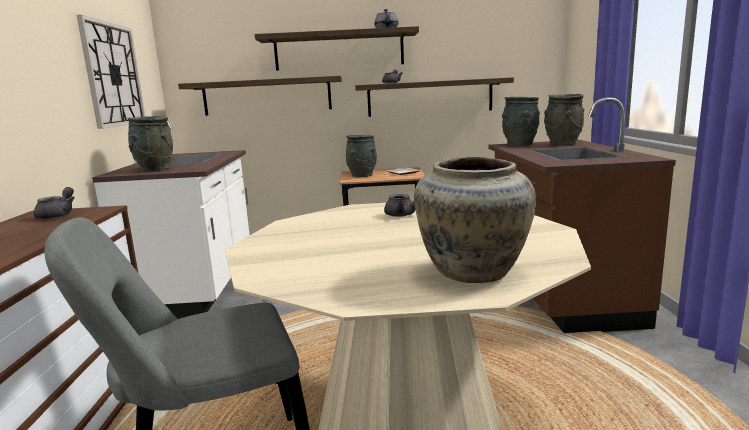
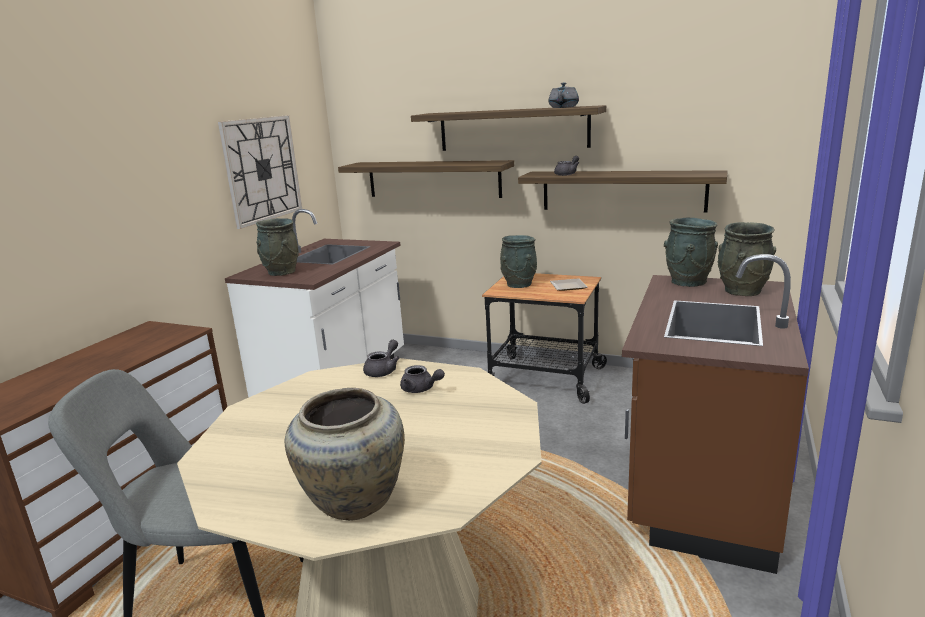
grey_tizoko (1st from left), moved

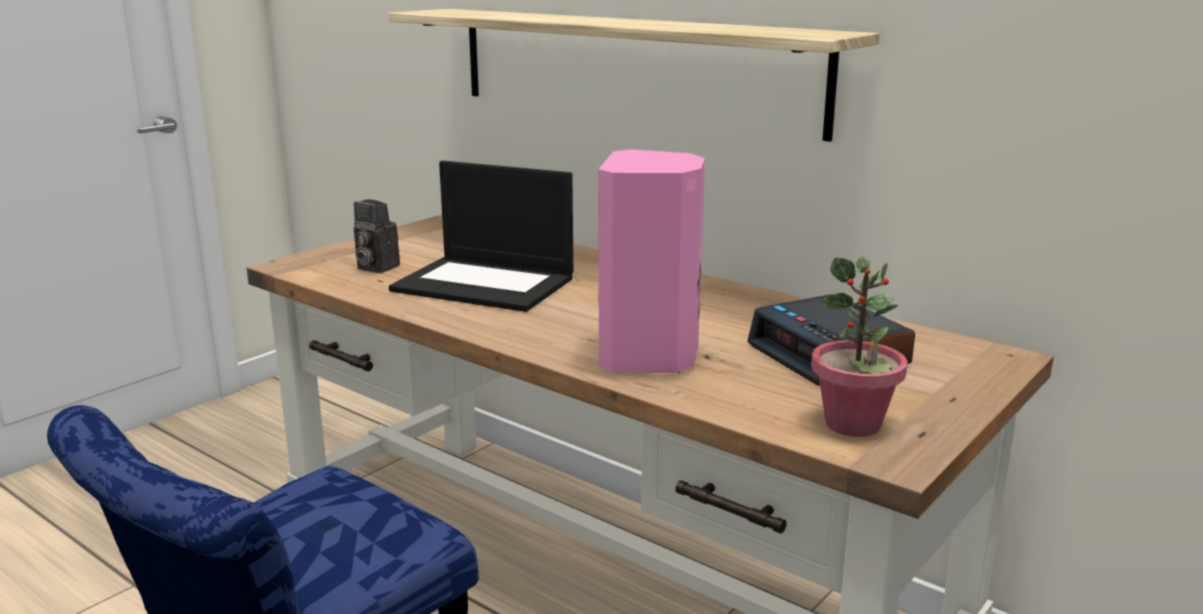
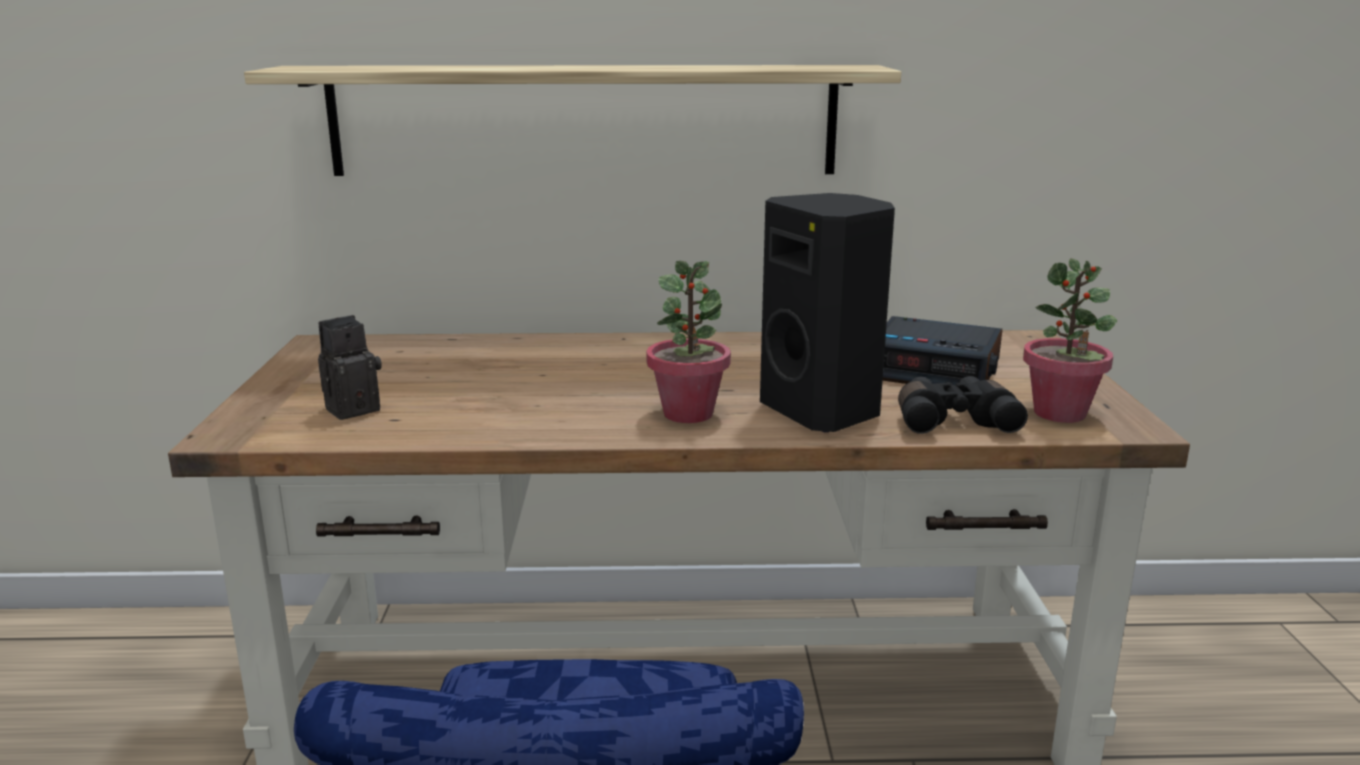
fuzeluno -> none
none -> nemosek (1st from left)
none -> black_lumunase
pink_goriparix -> black_goriparix
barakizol, 150 degrees clockwise

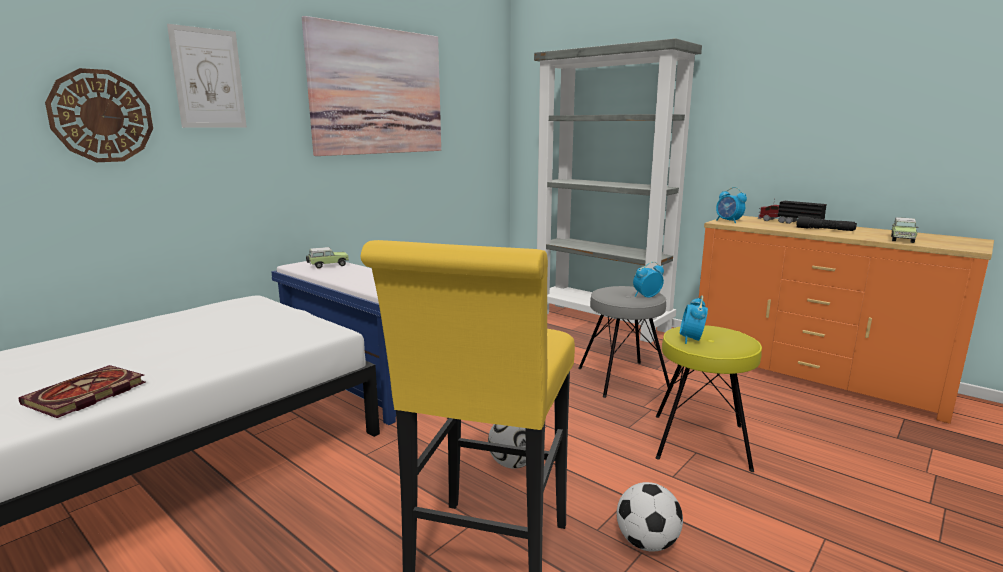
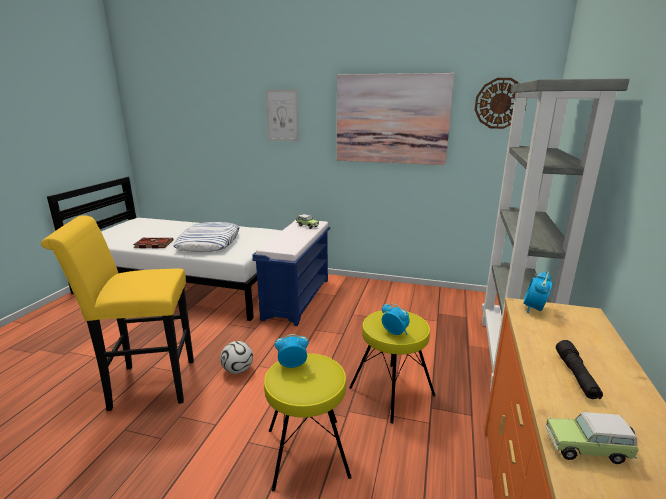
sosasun (2nd from left) -> none
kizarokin -> none
none -> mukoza
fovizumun, moved
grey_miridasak -> yellow_miridasak (3rd from left)

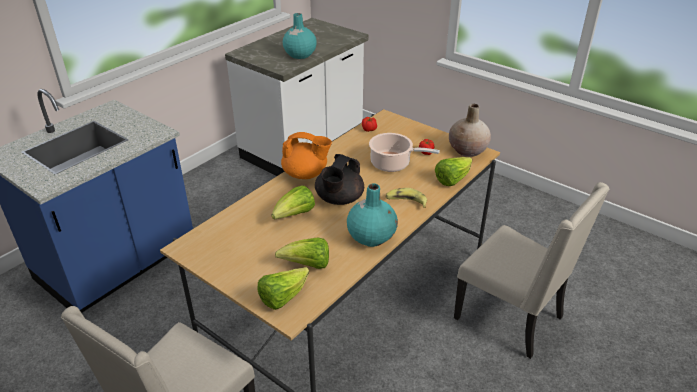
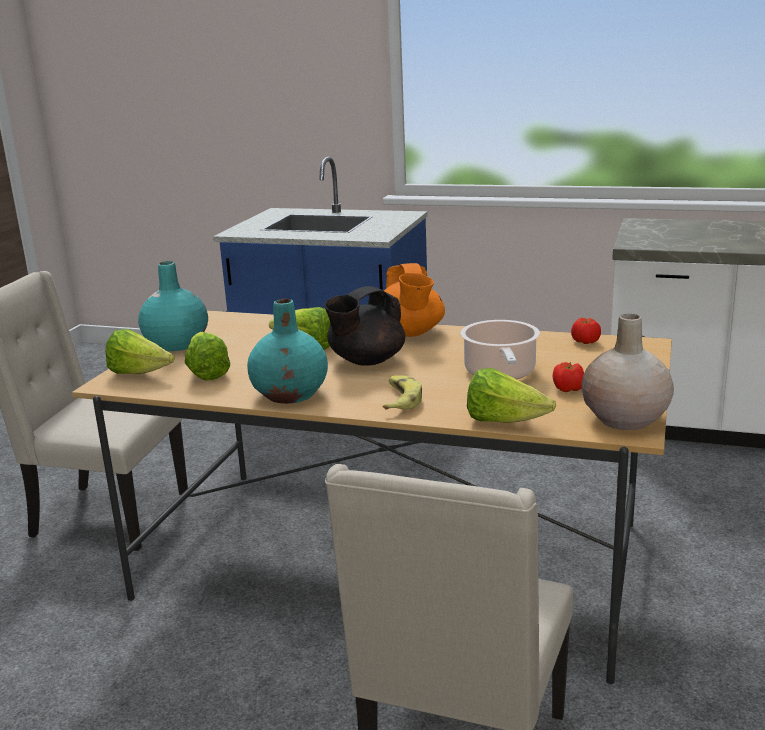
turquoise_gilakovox (1st from left), moved
black_tizoko, 45 degrees counterclockwise

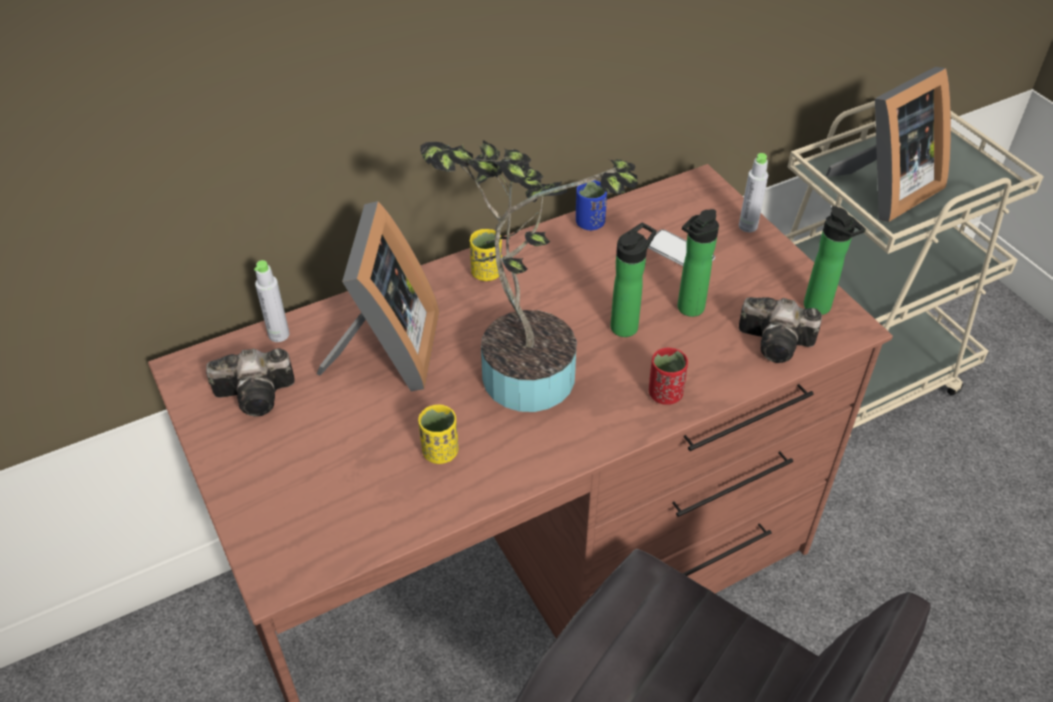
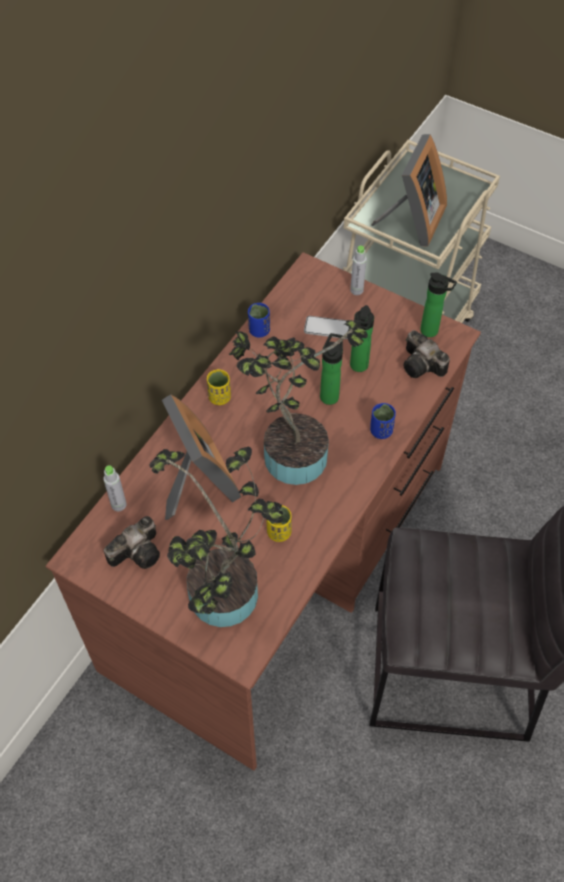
none -> nemosek (1st from left)
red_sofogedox -> blue_sofogedox (2nd from left)
barakizol (2nd from left), 60 degrees clockwise

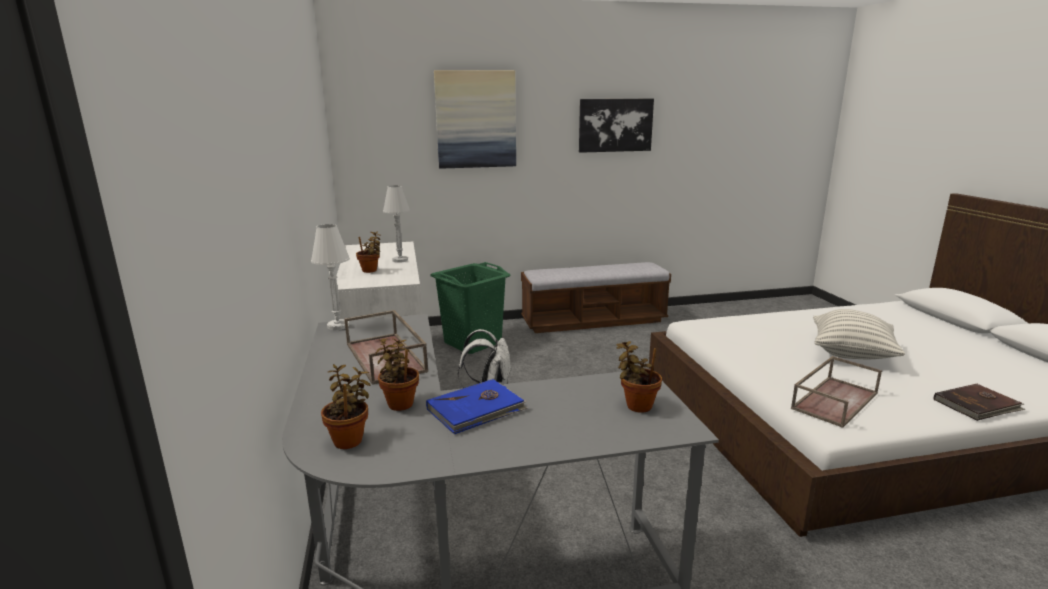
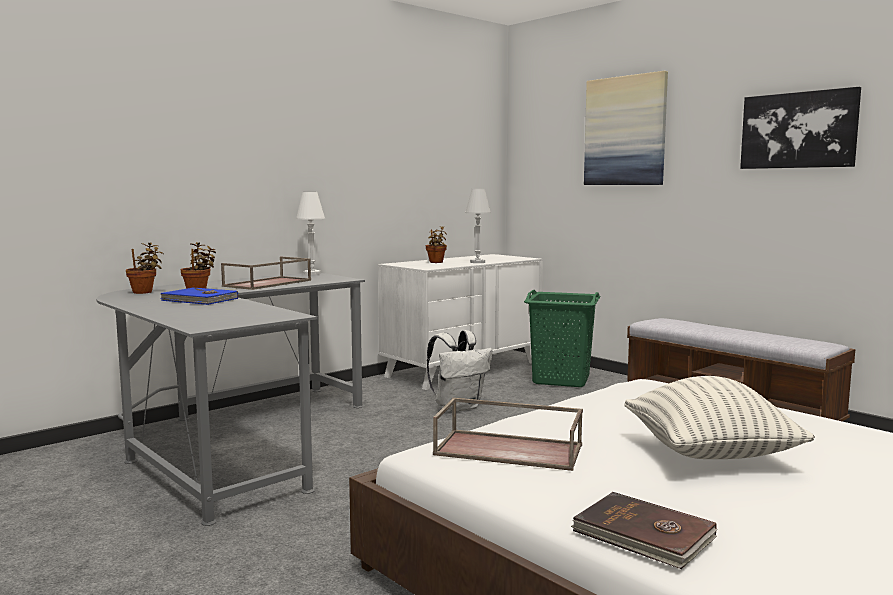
nemosek (4th from left) -> none

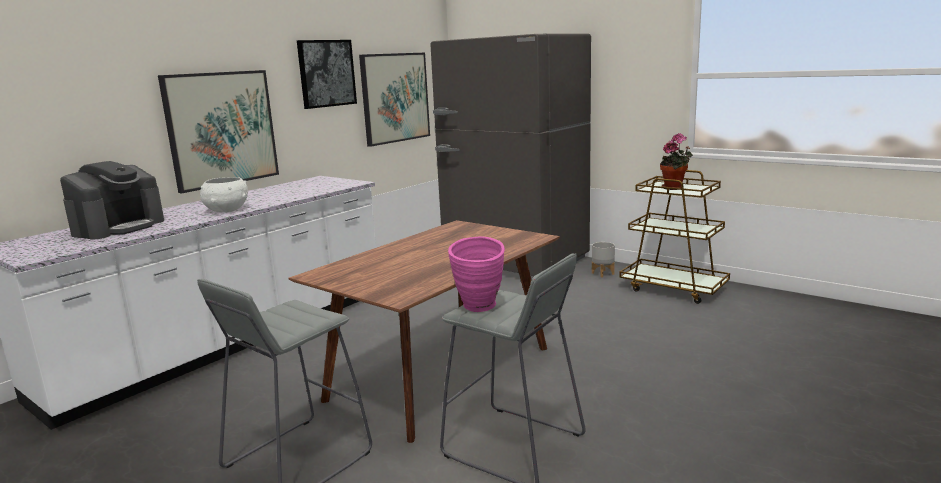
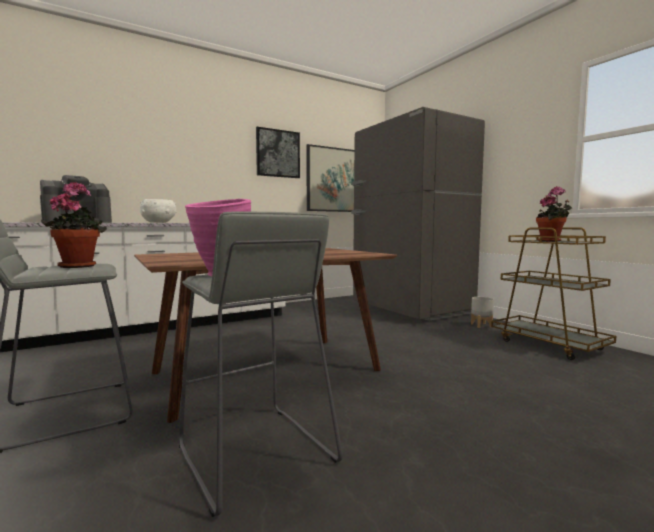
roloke (1st from left) -> none
none -> nemosek (1st from left)

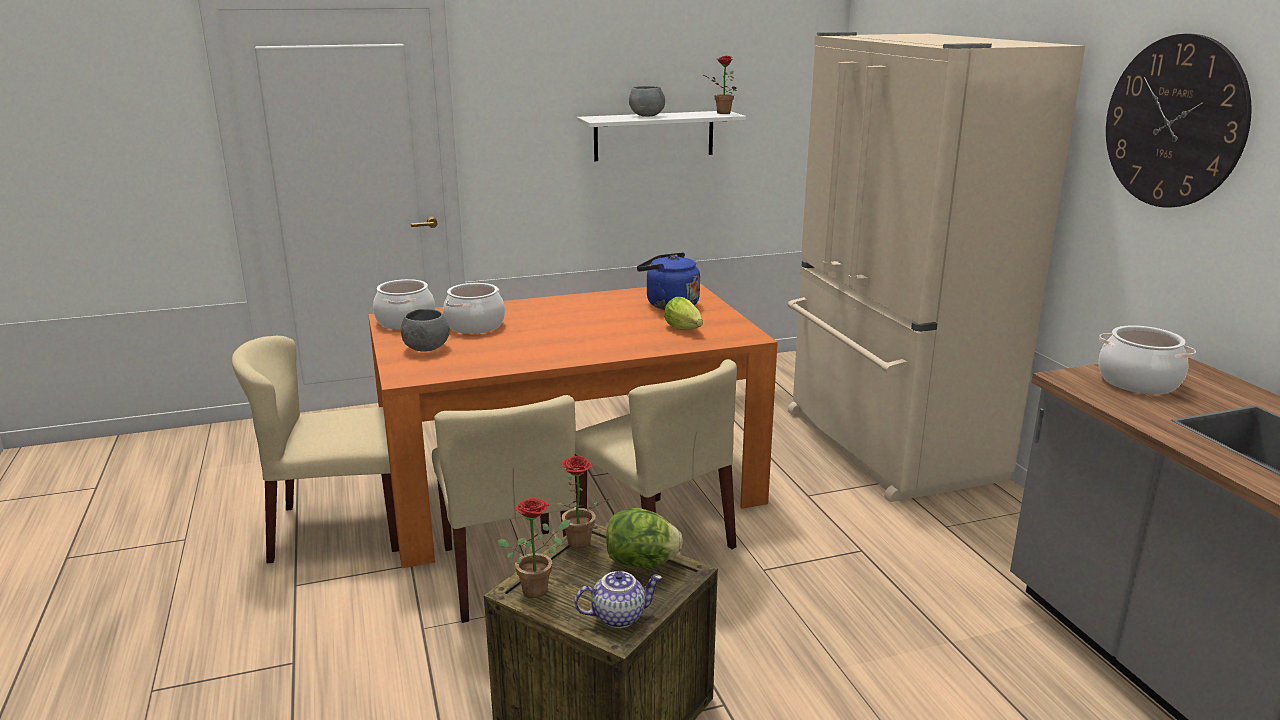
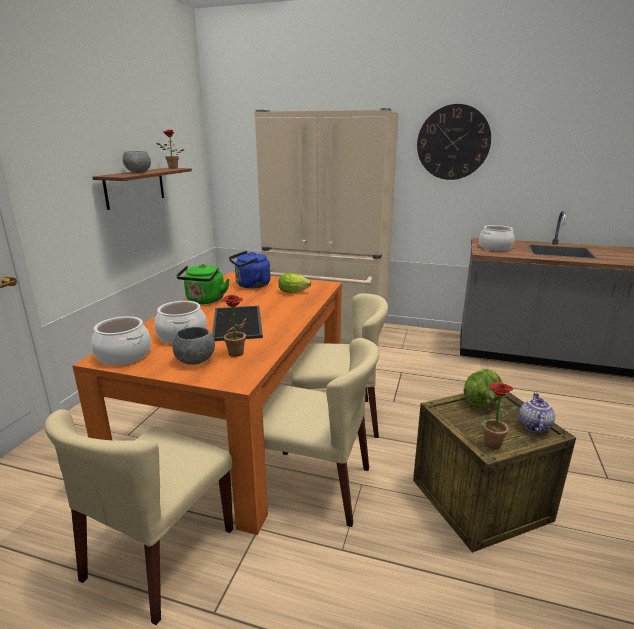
none -> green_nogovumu
none -> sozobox
nemosek (2nd from left), moved
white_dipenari -> brown_dipenari

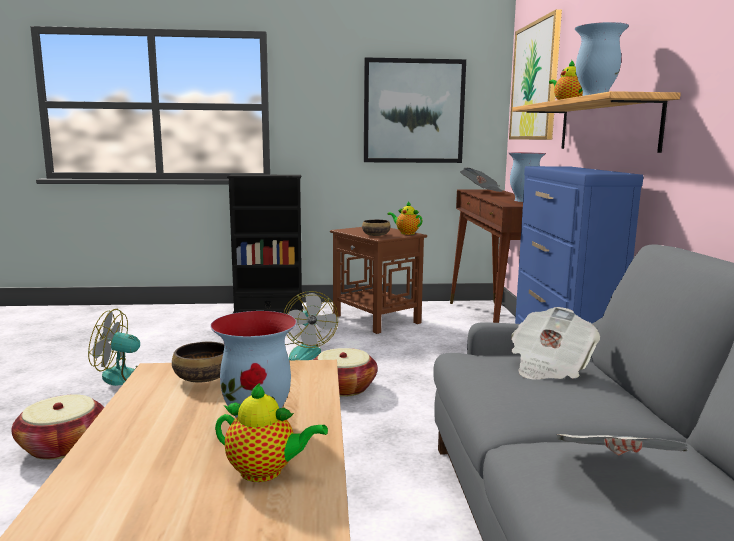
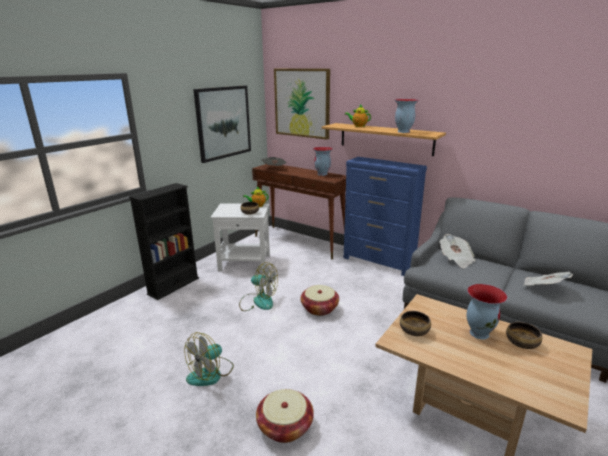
tizoko (1st from left) -> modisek (3rd from left)
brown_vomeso -> white_vomeso

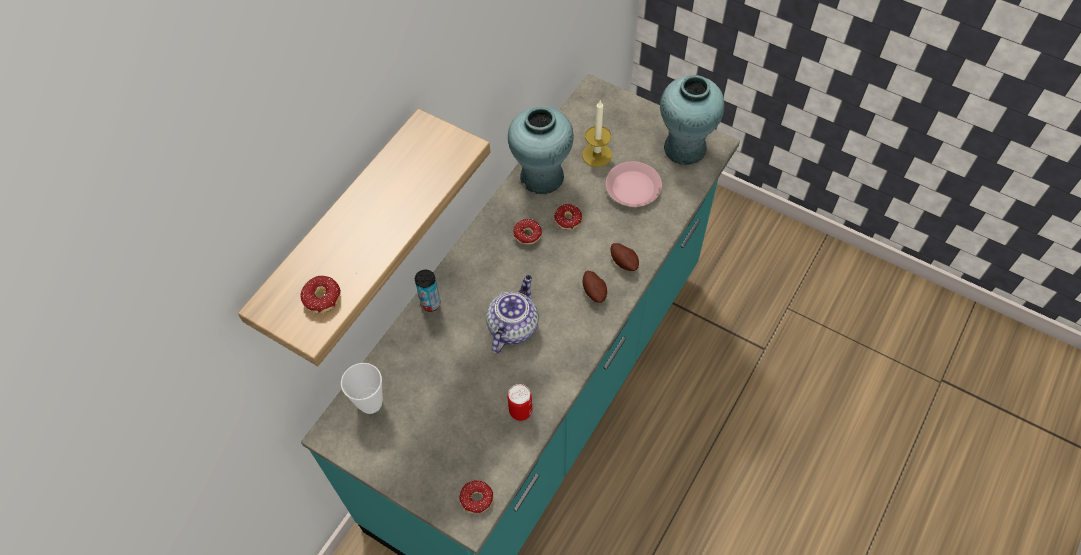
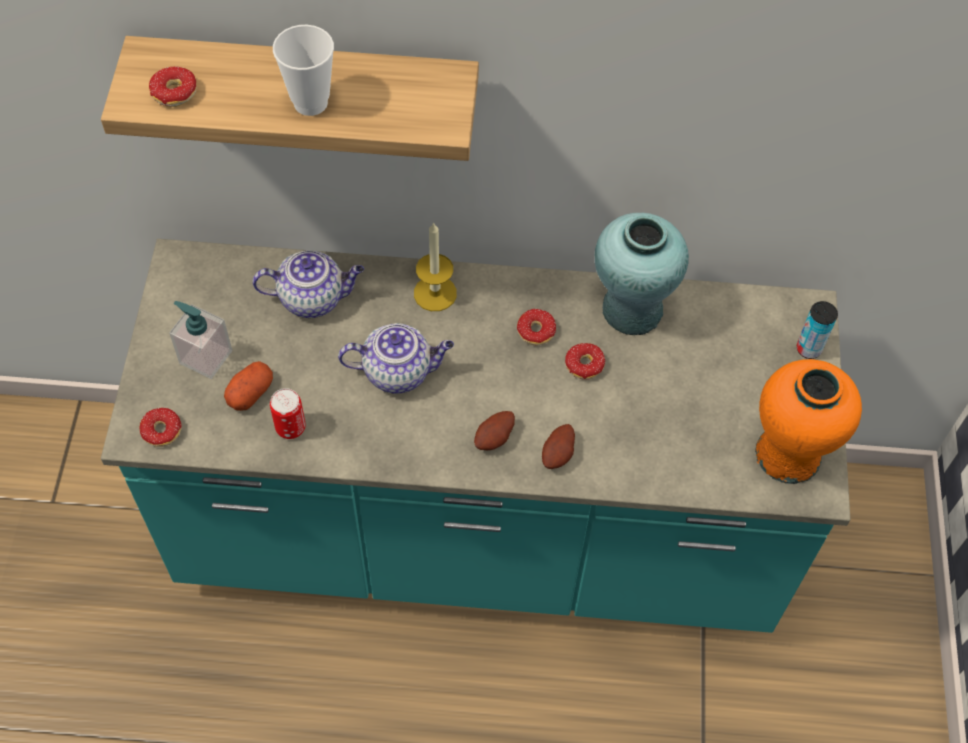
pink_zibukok -> none
none -> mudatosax
none -> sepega (1st from left)
none -> tizoko (1st from left)
sofogedox, moved
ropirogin (1st from left in the first image) -> ropirogin (2nd from left), moved
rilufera, moved
turquoise_gilakovox (2nd from left) -> orange_gilakovox

